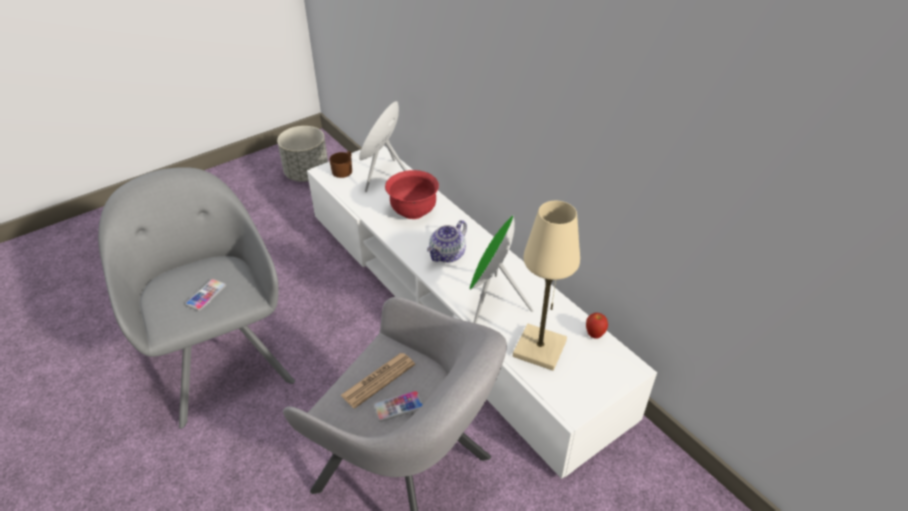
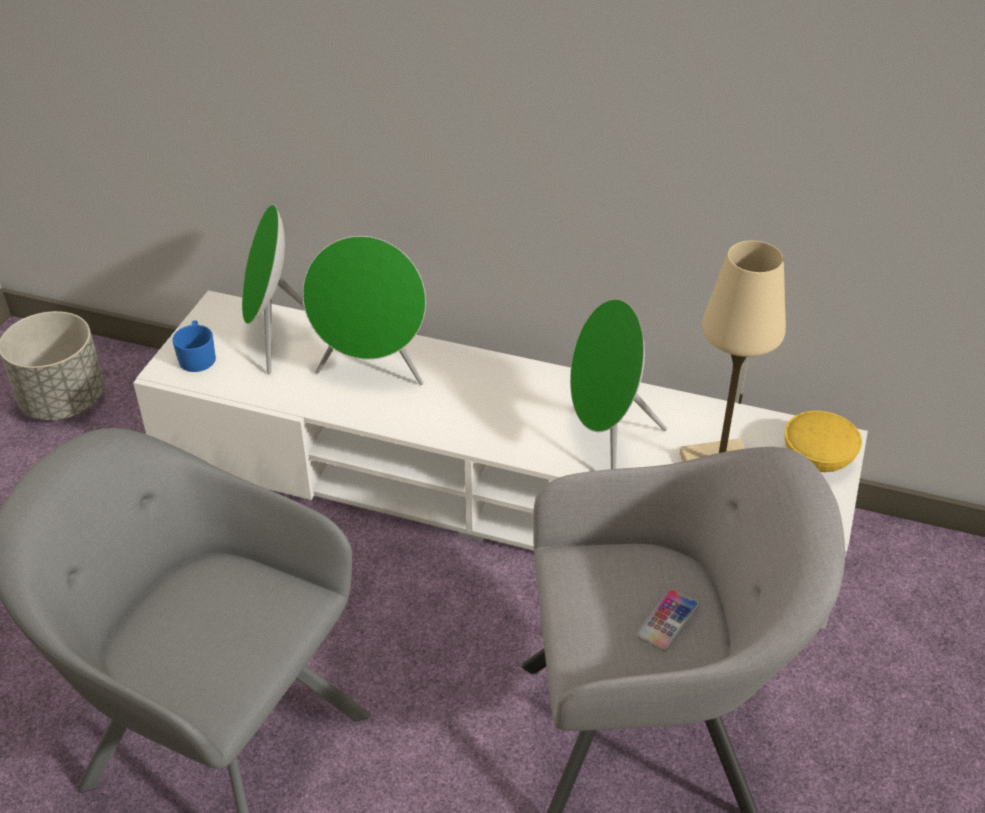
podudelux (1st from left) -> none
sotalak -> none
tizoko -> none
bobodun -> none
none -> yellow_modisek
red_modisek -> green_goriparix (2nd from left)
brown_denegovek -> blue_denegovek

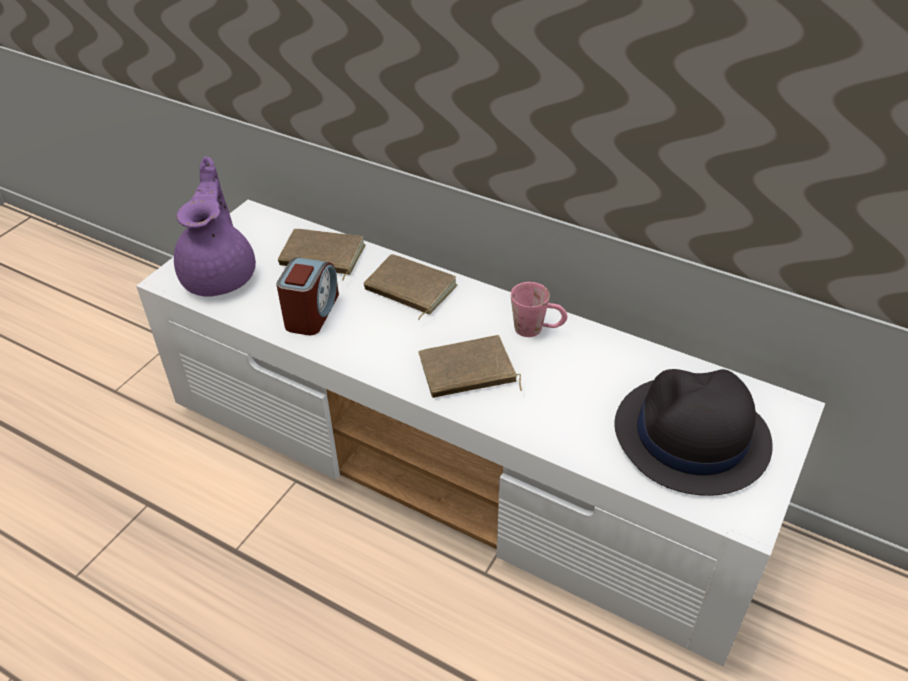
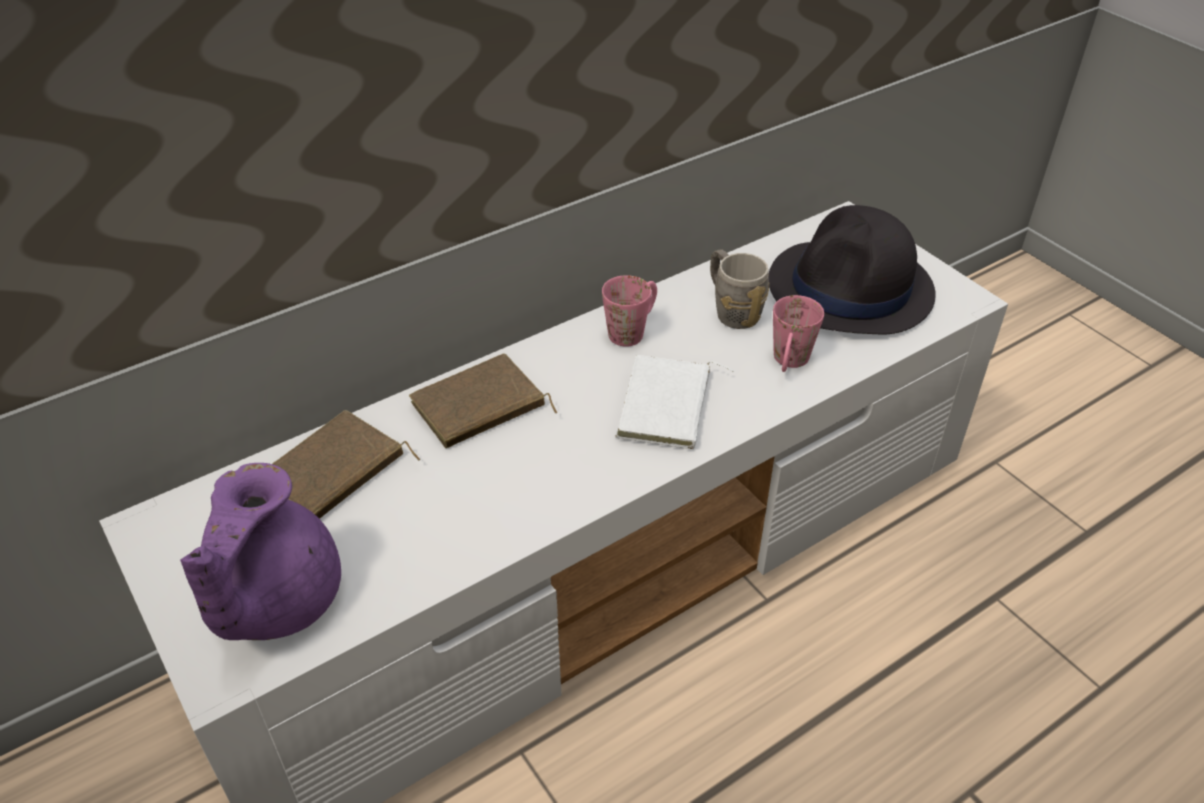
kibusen -> none
none -> grey_denegovek
none -> pink_denegovek (2nd from left)
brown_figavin (3rd from left) -> white_figavin
purple_tizoko, 105 degrees counterclockwise

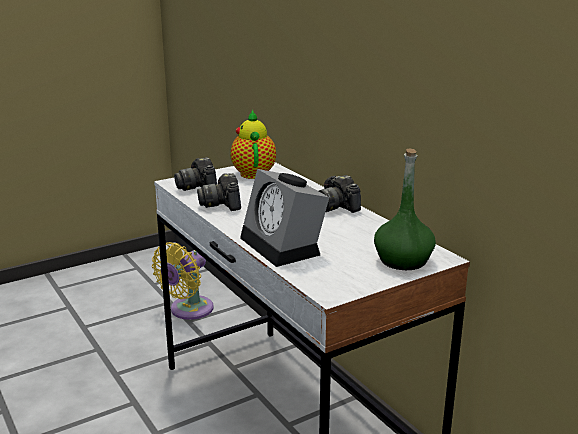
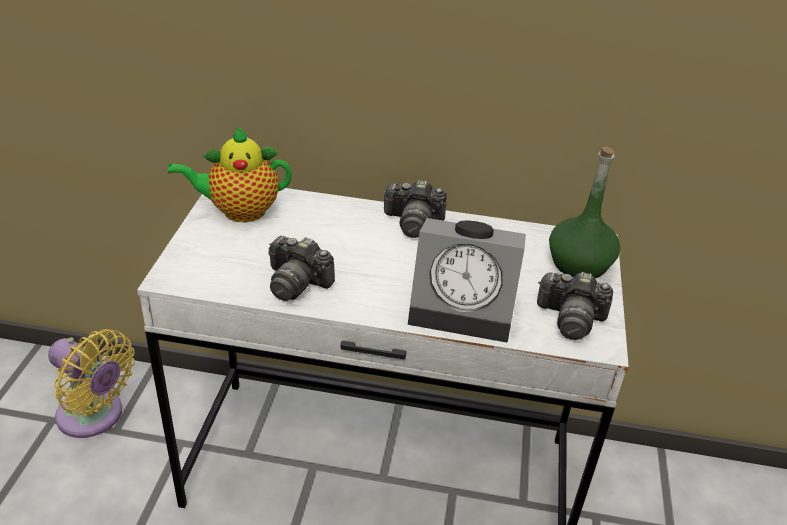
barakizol (1st from left in the first image) -> barakizol (3rd from left), moved
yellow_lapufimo, 45 degrees counterclockwise
tizoko, 45 degrees counterclockwise

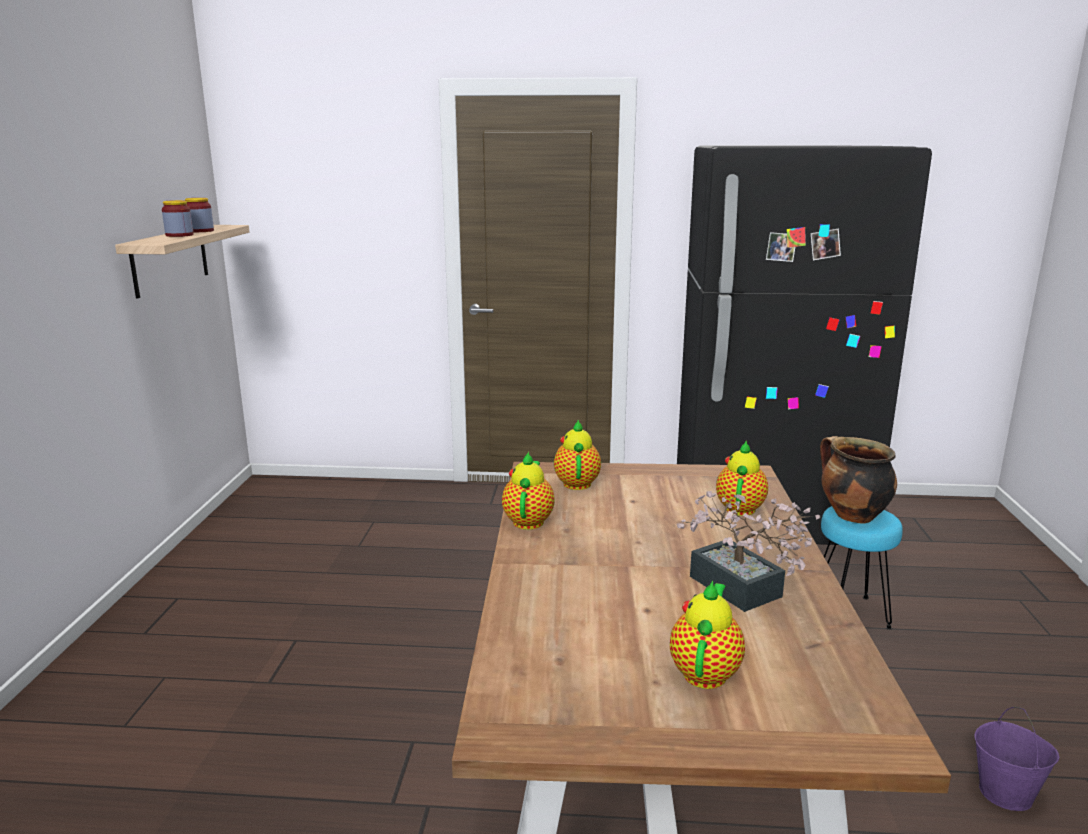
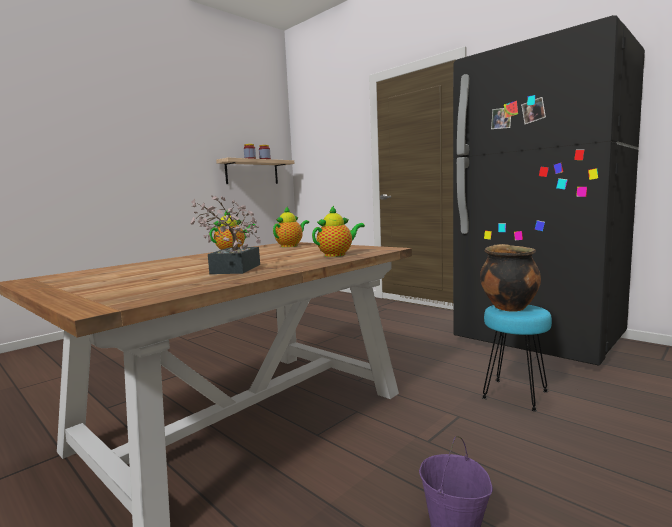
tizoko (3rd from left) -> none

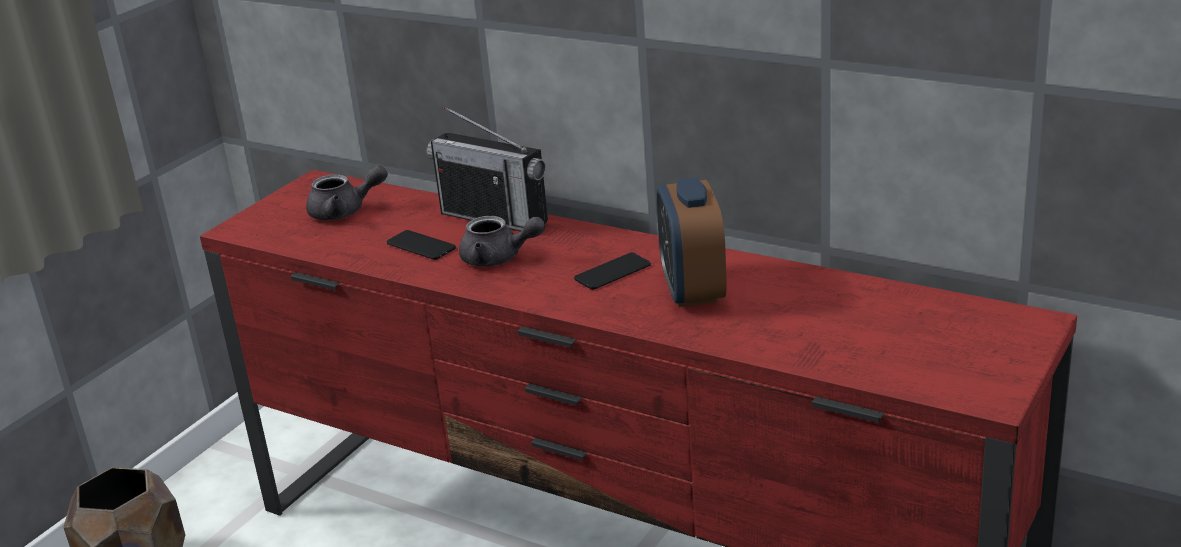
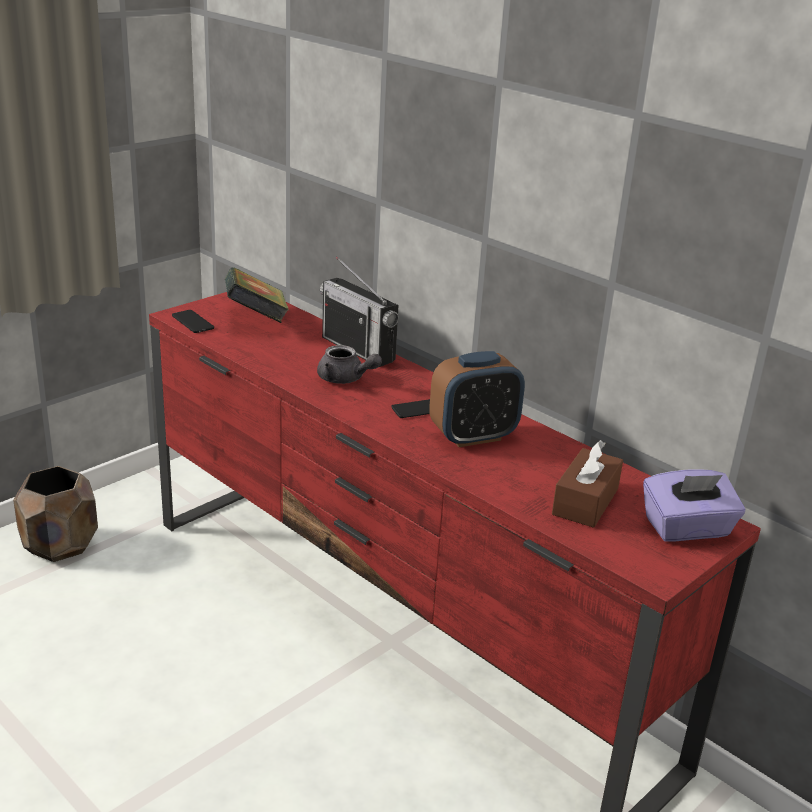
none -> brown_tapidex
none -> purple_tapidex
podudelux (1st from left), moved
grey_tizoko (1st from left) -> figavin
kibusen, 120 degrees counterclockwise

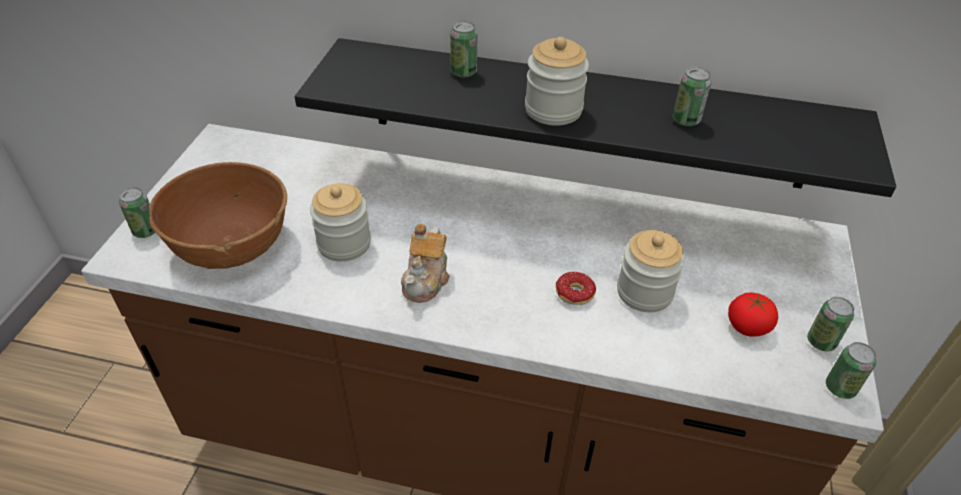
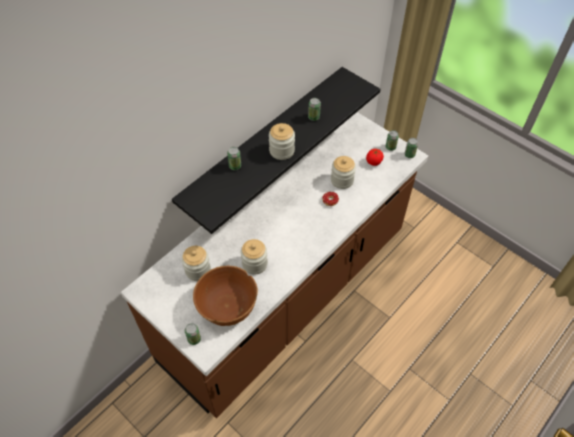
tizoko -> none
none -> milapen (1st from left)

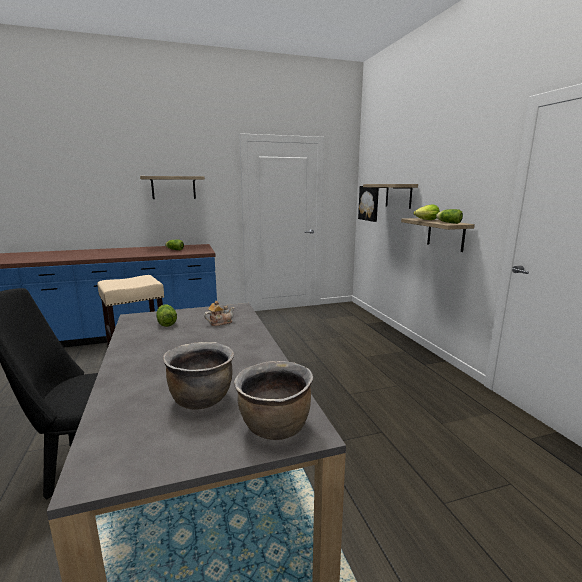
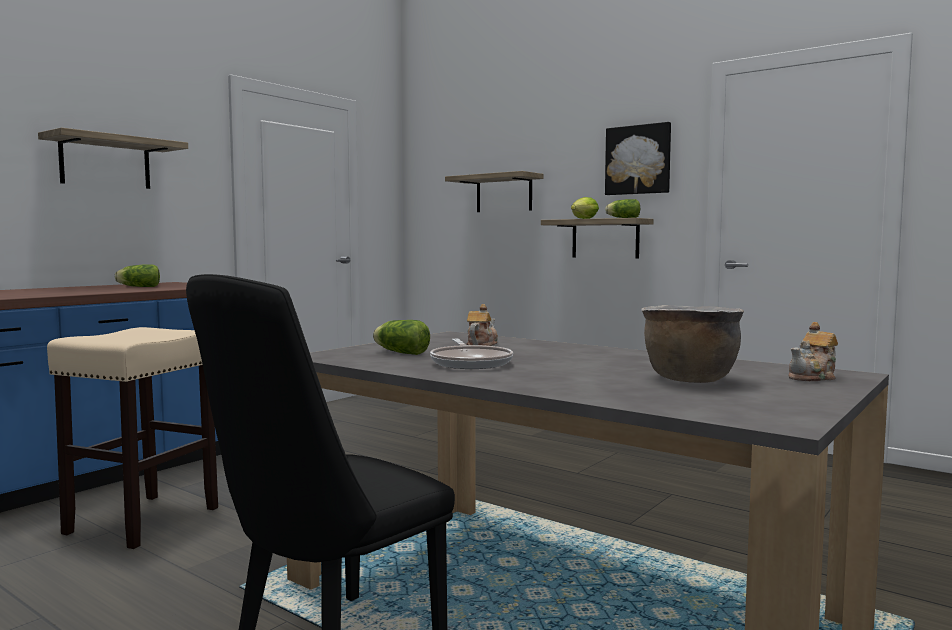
none -> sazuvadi
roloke, moved
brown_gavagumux (2nd from left) -> tizoko (2nd from left)

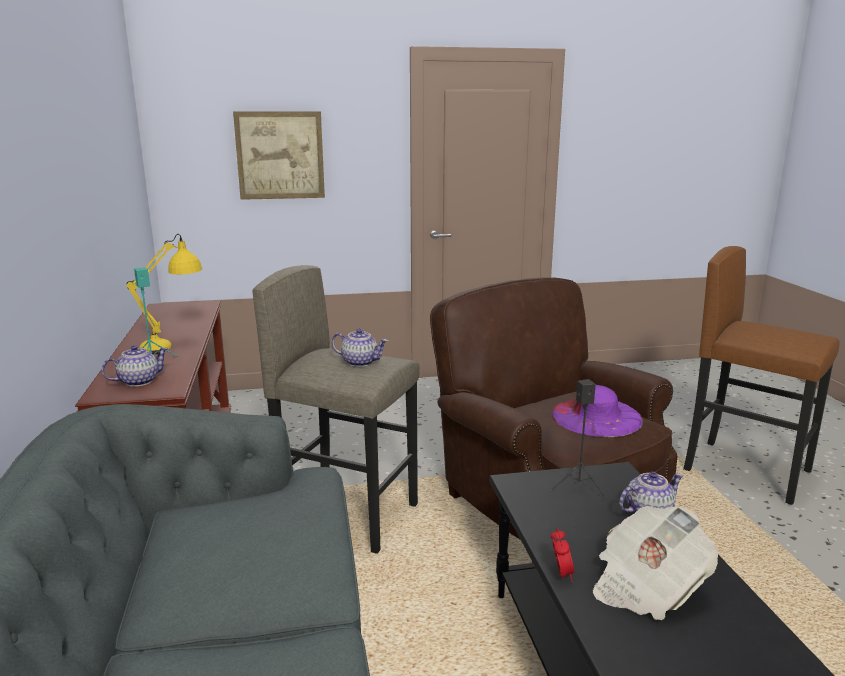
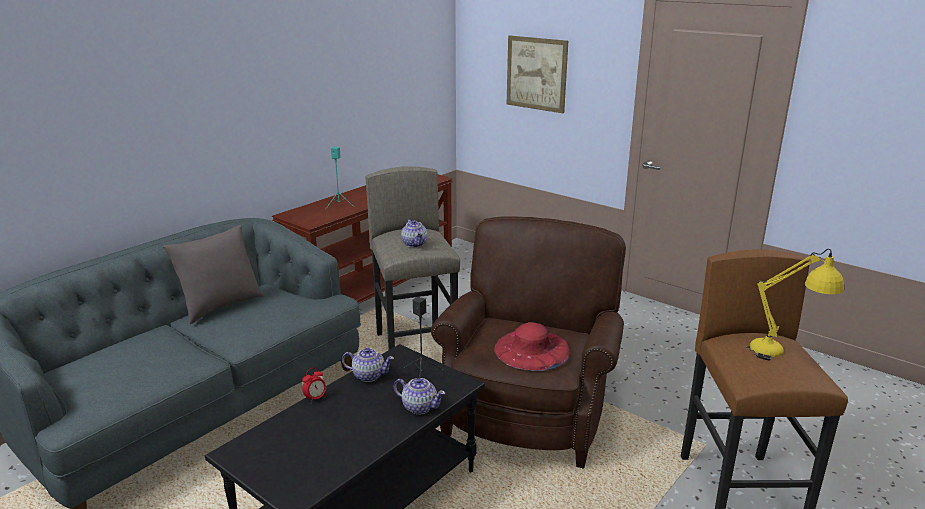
sotalak -> none
none -> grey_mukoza
tizoko (1st from left), moved
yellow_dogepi, moved
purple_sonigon -> red_sonigon

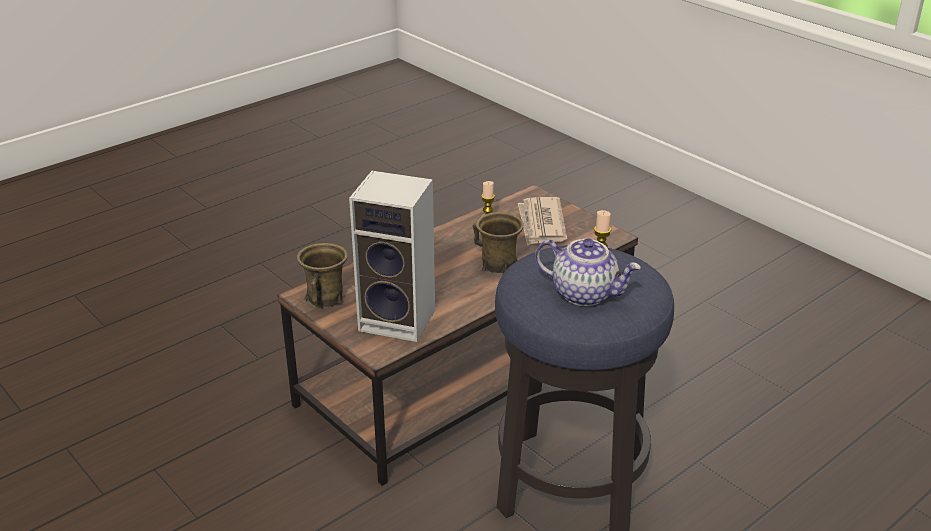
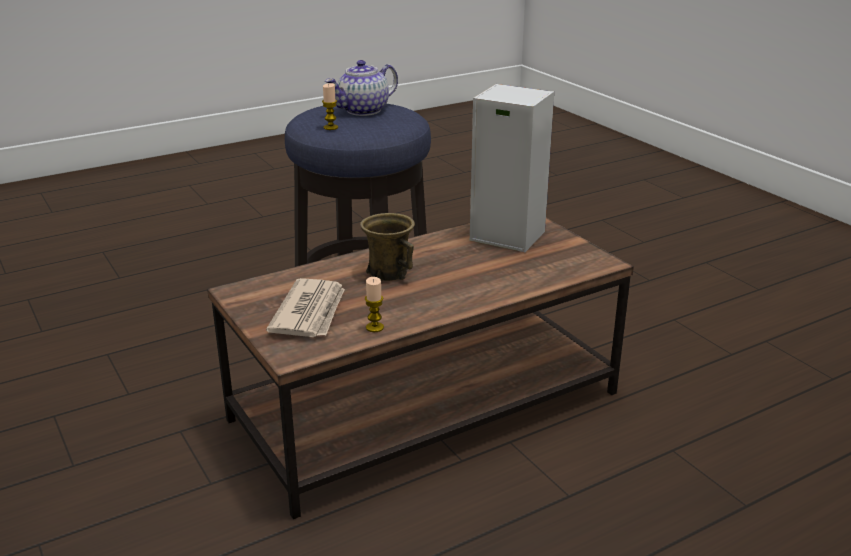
brown_denegovek (1st from left) -> none
tizoko, 75 degrees counterclockwise

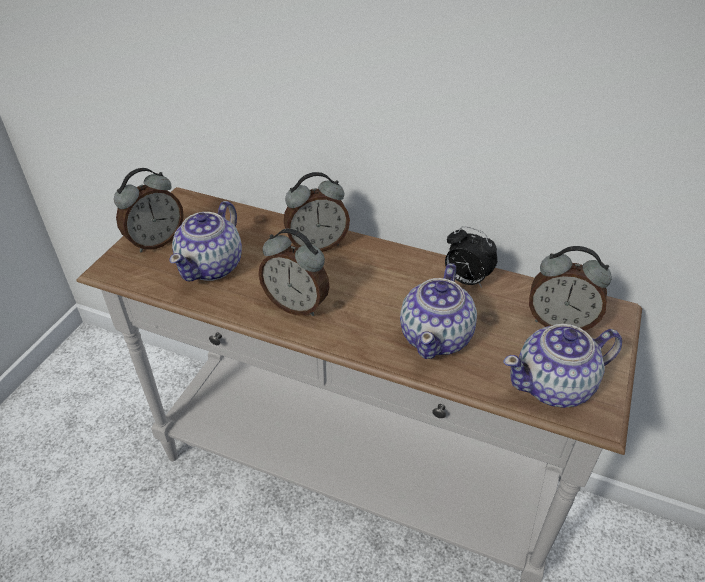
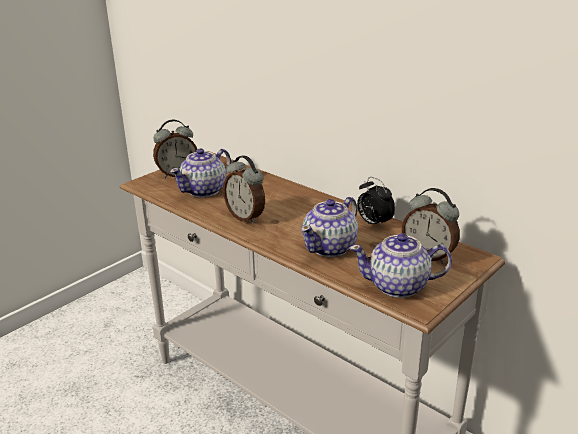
kibusen (3rd from left) -> none

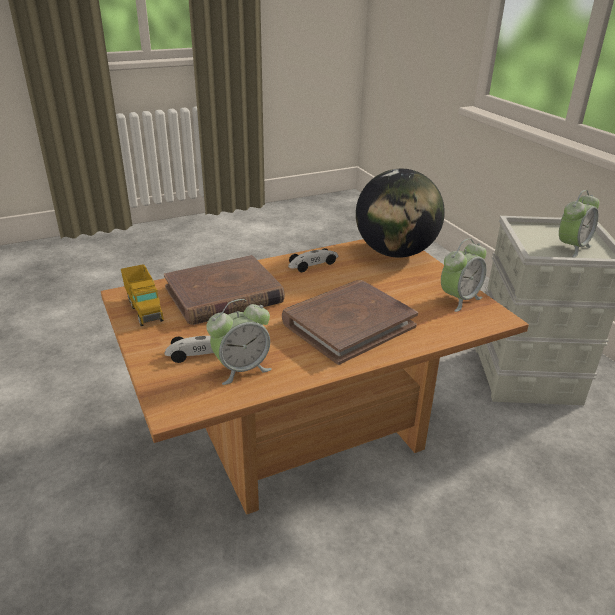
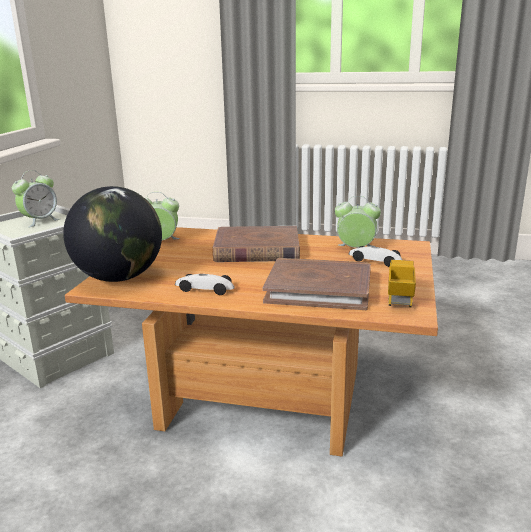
kibusen (3rd from left in the first image) -> kibusen (1st from left), 135 degrees clockwise

